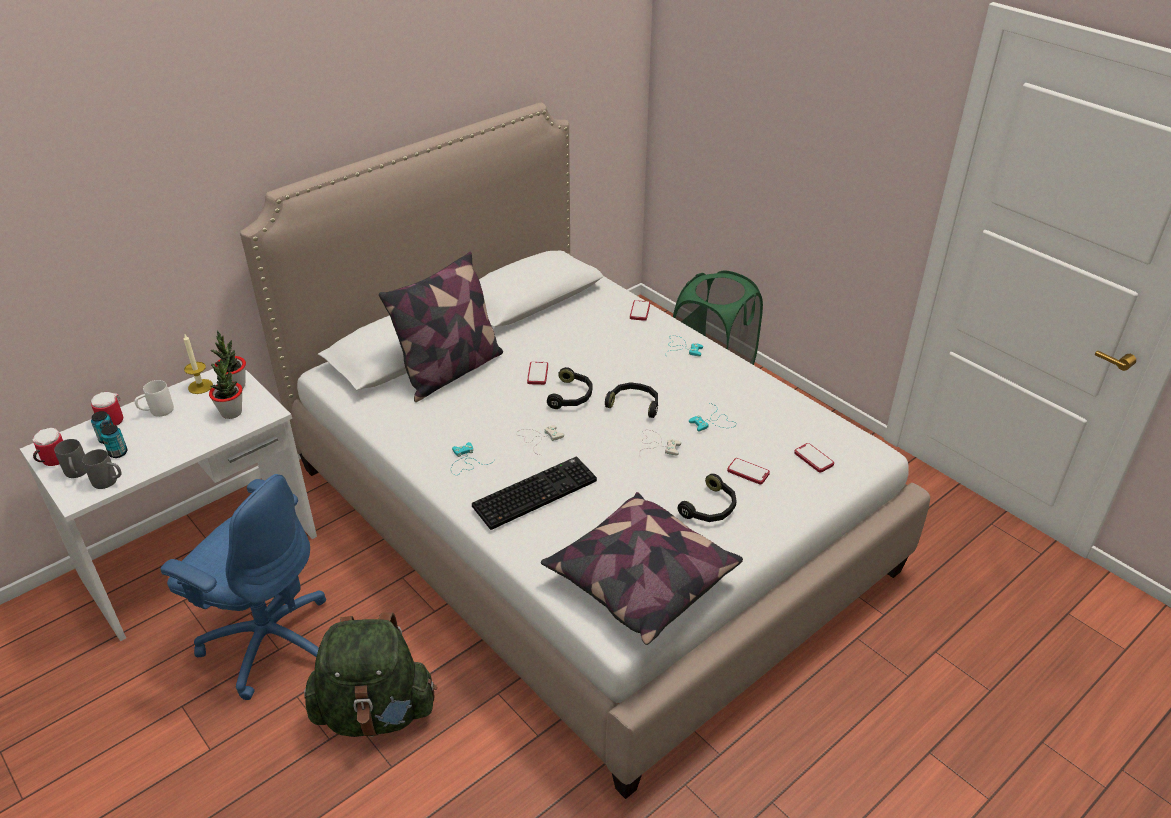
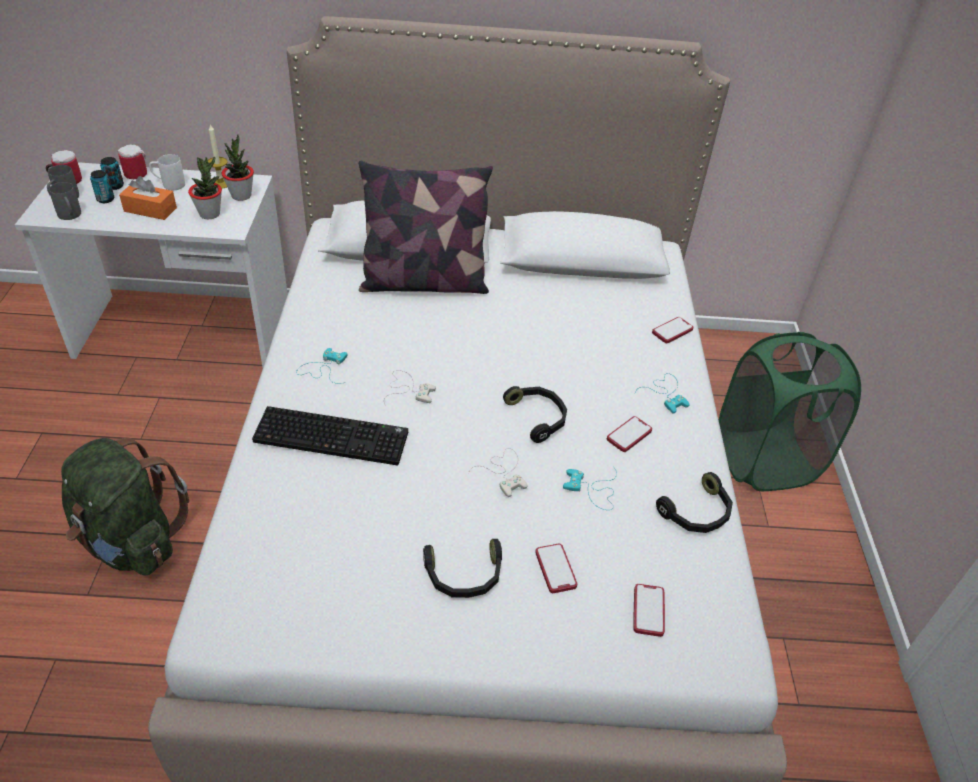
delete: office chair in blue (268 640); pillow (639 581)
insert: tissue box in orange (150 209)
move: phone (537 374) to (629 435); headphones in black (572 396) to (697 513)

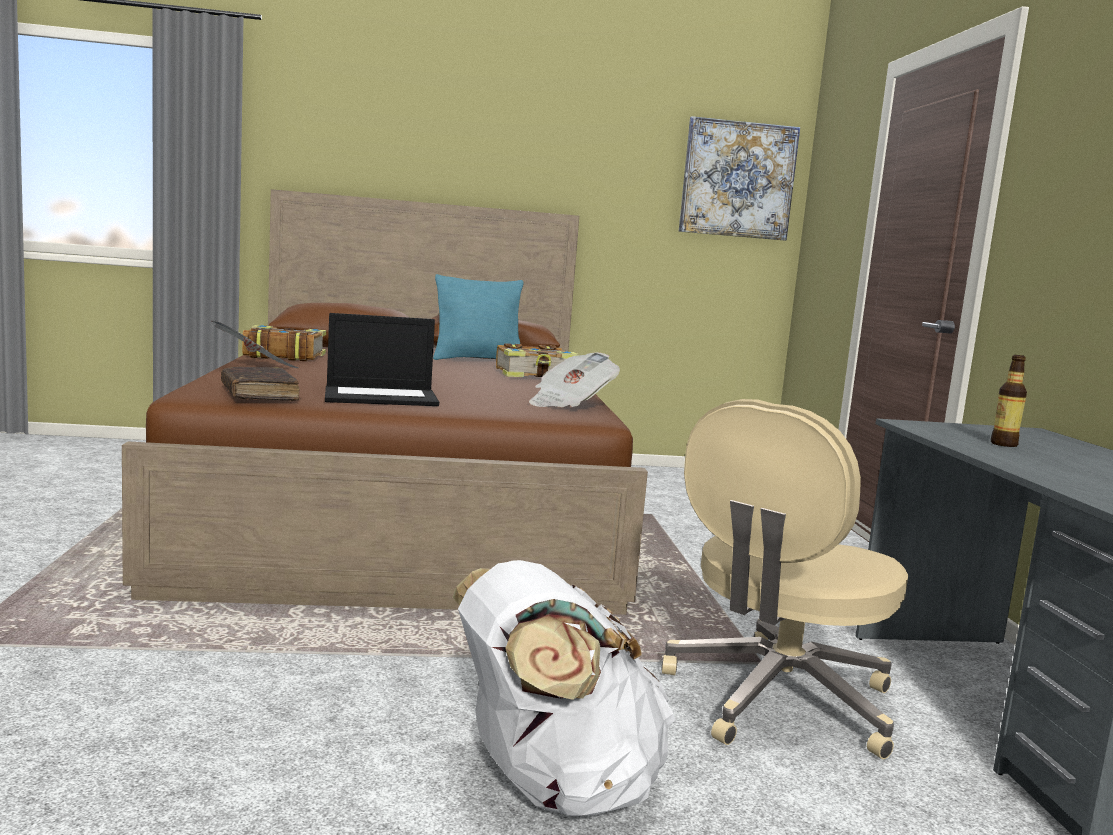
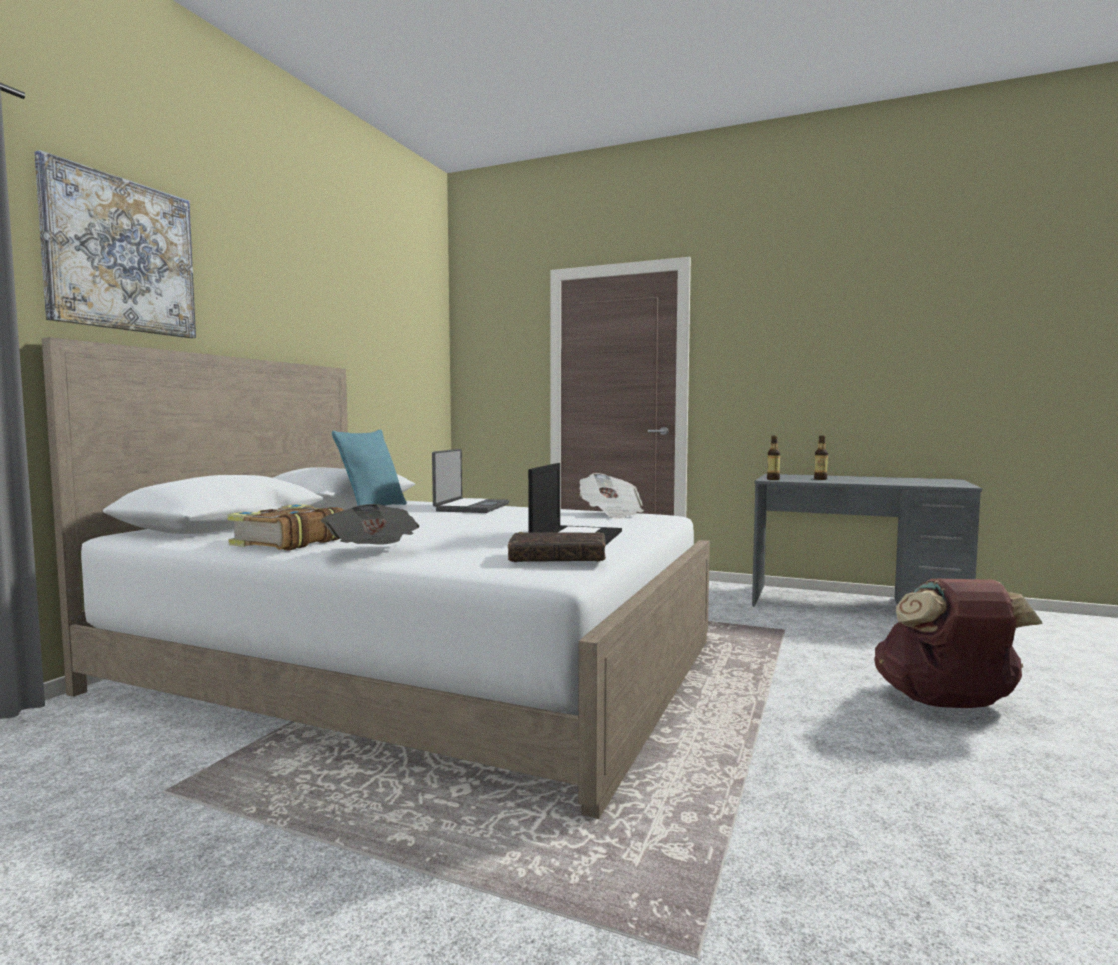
delete: office chair in beige (777 700)
insert: bottle (773 479)
move: picture (738 179) to (121 255)
replace: book (535 375) to laptop (471 507)
recolor: bed in brown (406 511) to bed in white (422 664); backpack in white (552 786) to backpack in brown (946 703)

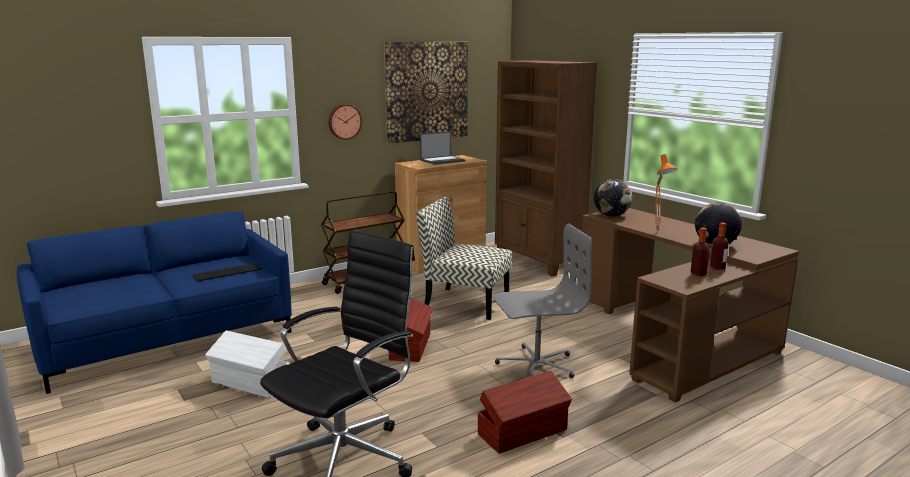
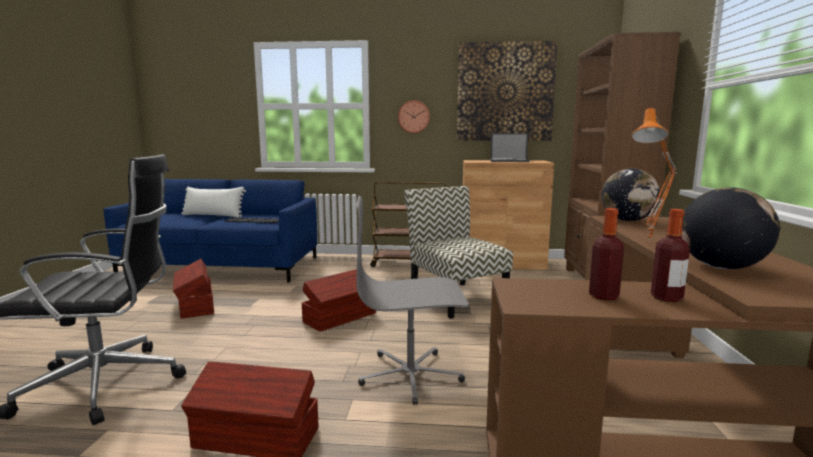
insert: pillow in white (213 215)
recolor: storage box in white (251 383) to storage box in brown (195 305)
rotate: office chair in grey (536 365) = (411 375) 150 degrees clockwise

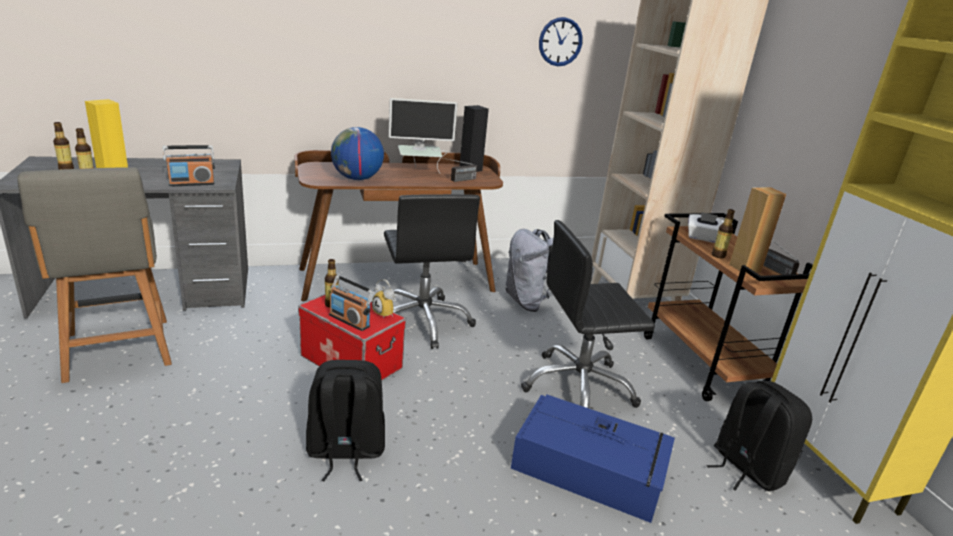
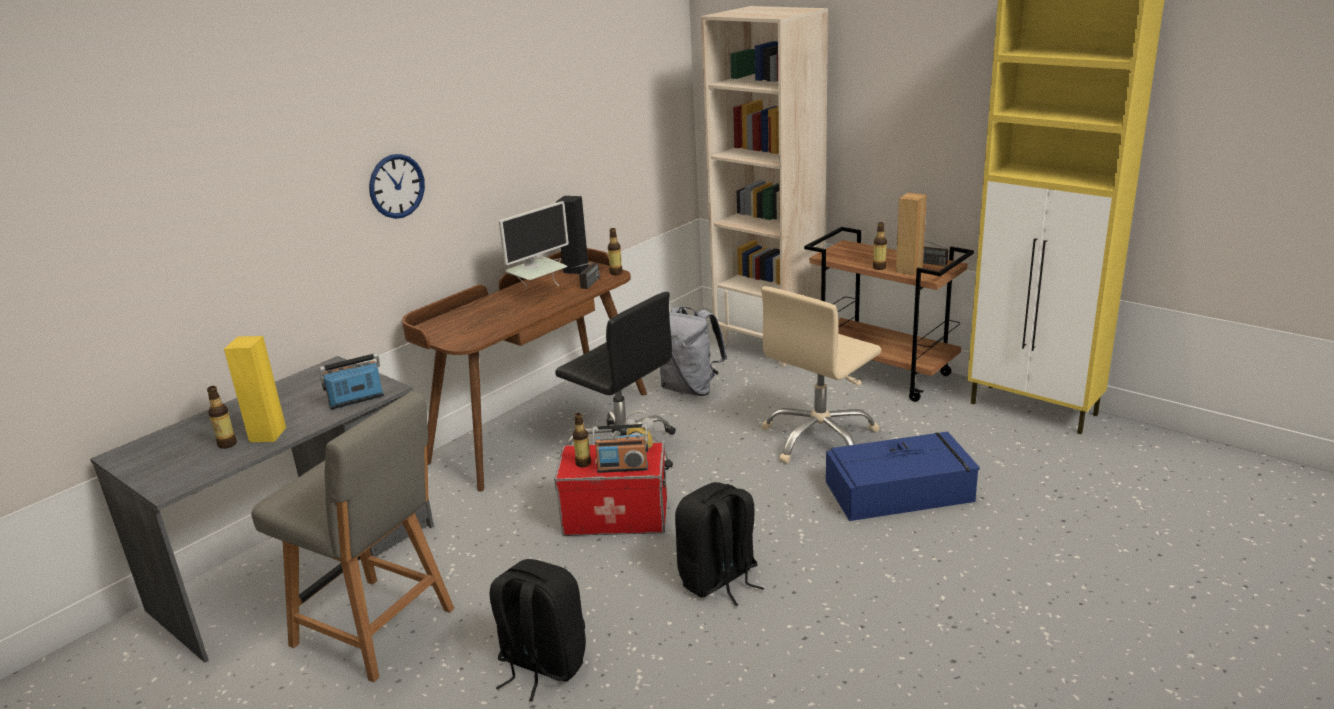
delete: globe (357 179); tissue box in white (702 238)
move: wall clock (560 42) to (396 186); backpack in black (746 468) to (541 665); bottle (66 169) to (616 273)
recolor: office chair in black (578 387) to office chair in beige (820 438)
rotate: radio (192 183) = (356 400) 150 degrees counterclockwise

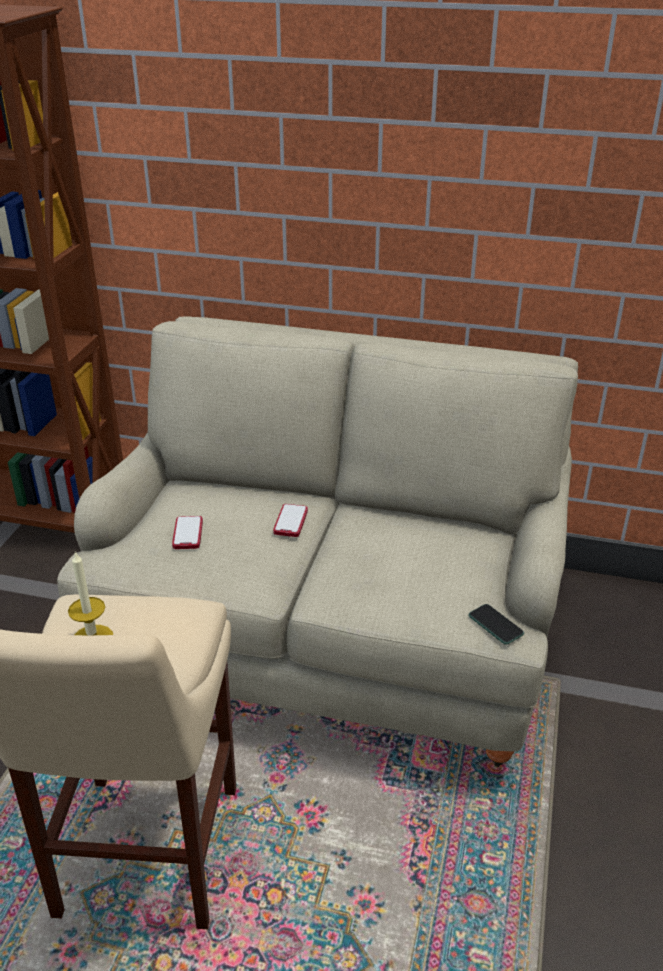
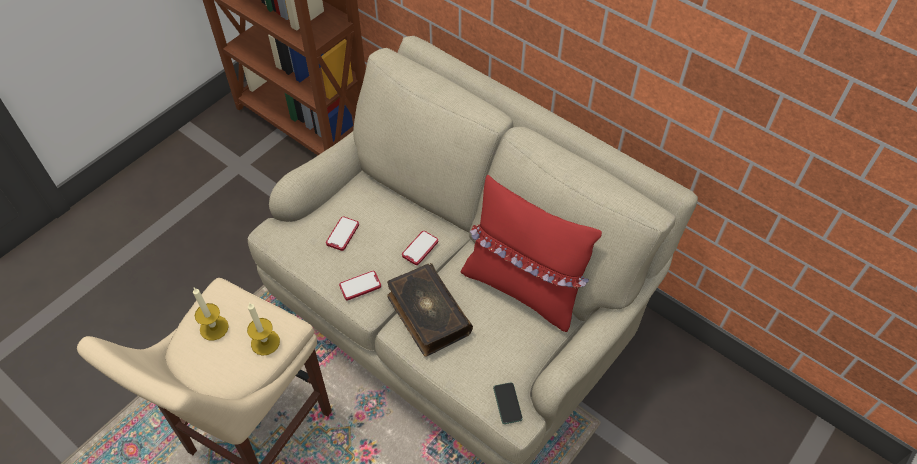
insert: candle (265 342); phone (360 286); book (427 315); pillow in red (523 288)

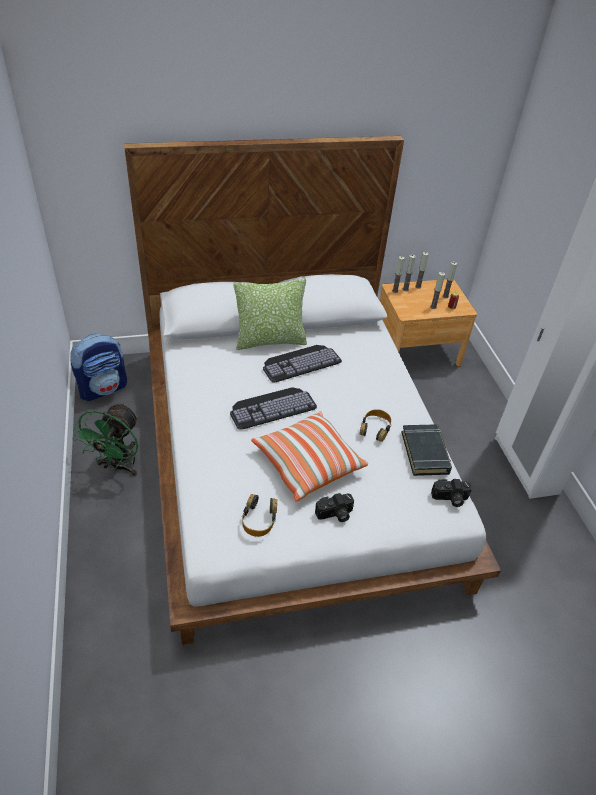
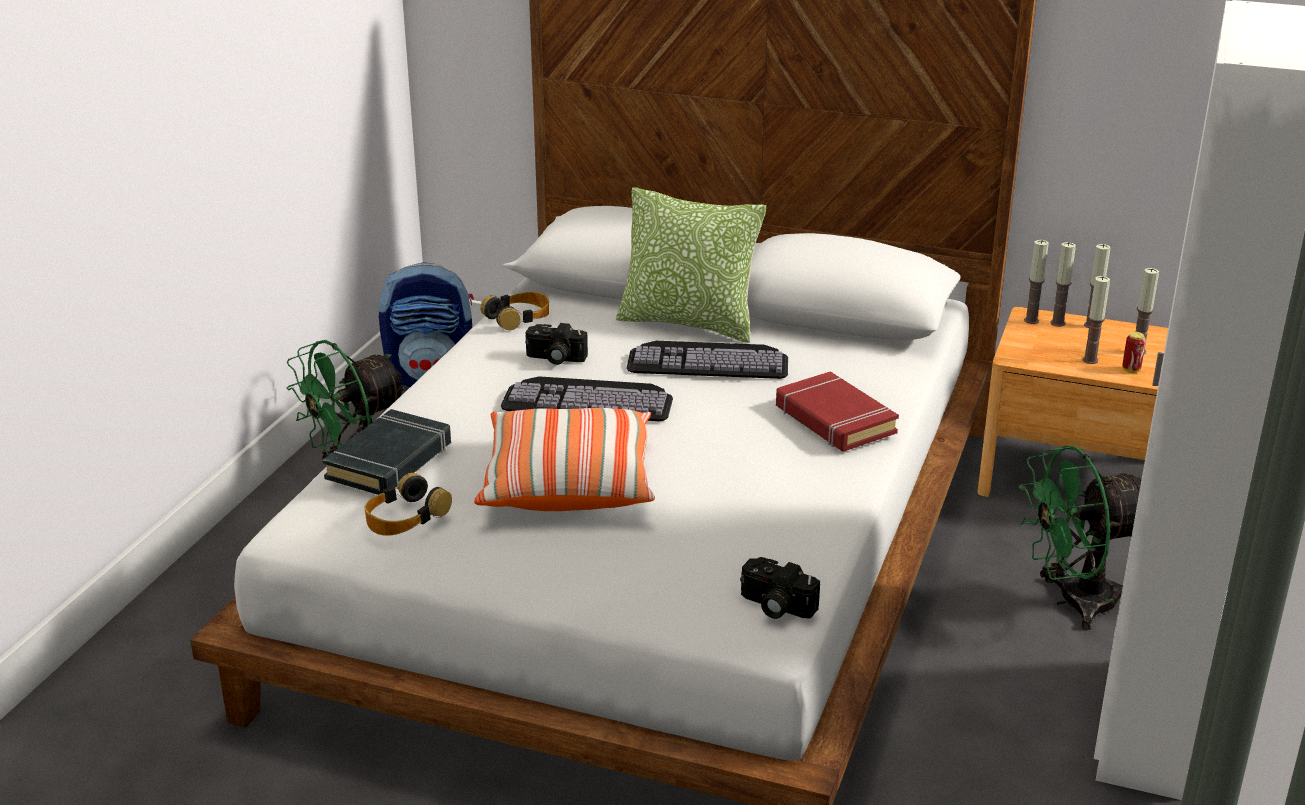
insert: book in red (834 420); fan in green (1073 602)
move: book in black (425 453) to (390 461); headphones (375 428) to (518 317); photo camera (335 515) to (554 358)

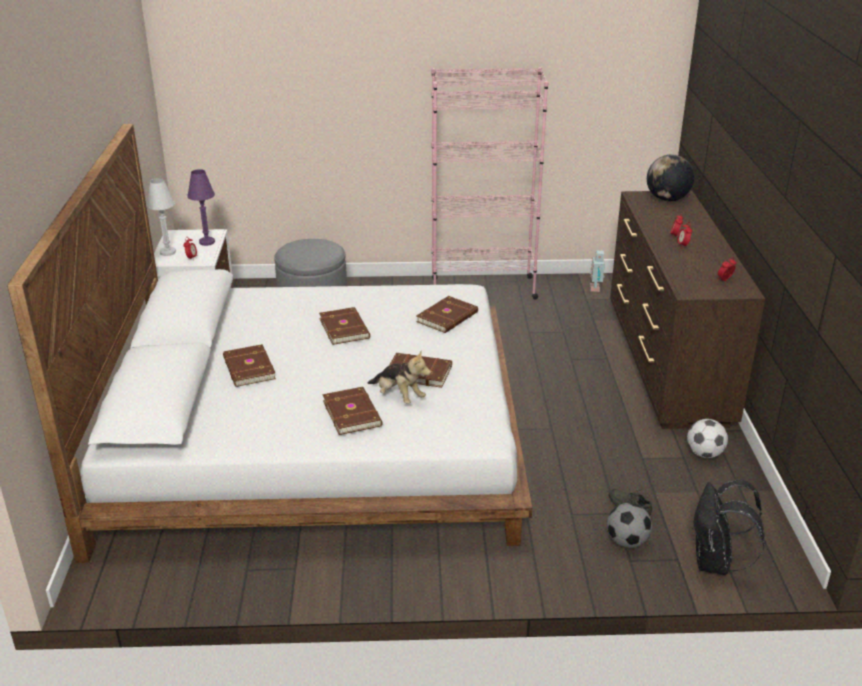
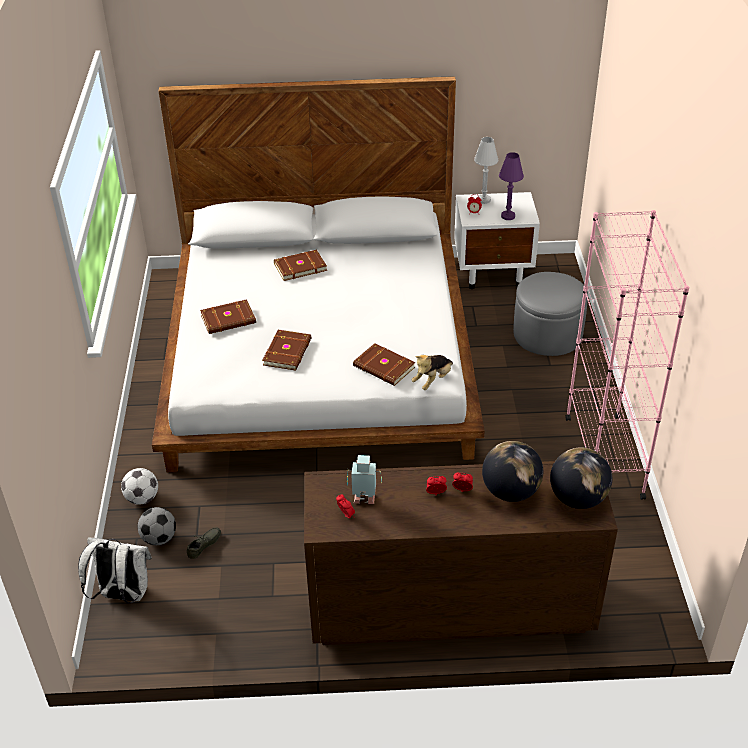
delete: book in brown (345 328)
insert: globe (510 491)
move: football (704 454) to (142 498); toy robot (596 288) to (365 500); plush toy (398 396) to (433 380)
recolor: backpack in black (715 563) to backpack in white (122 594)

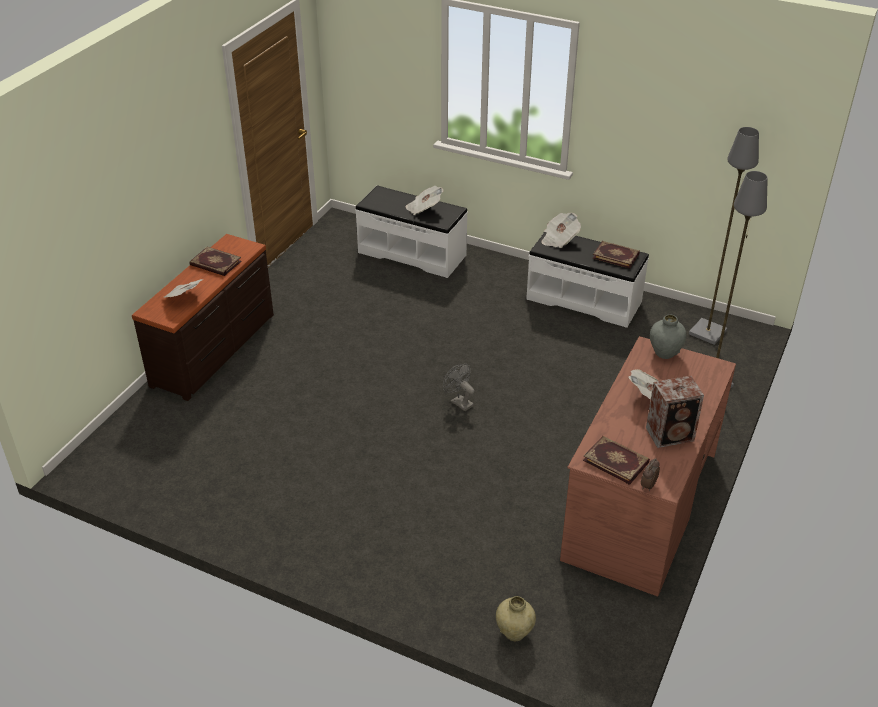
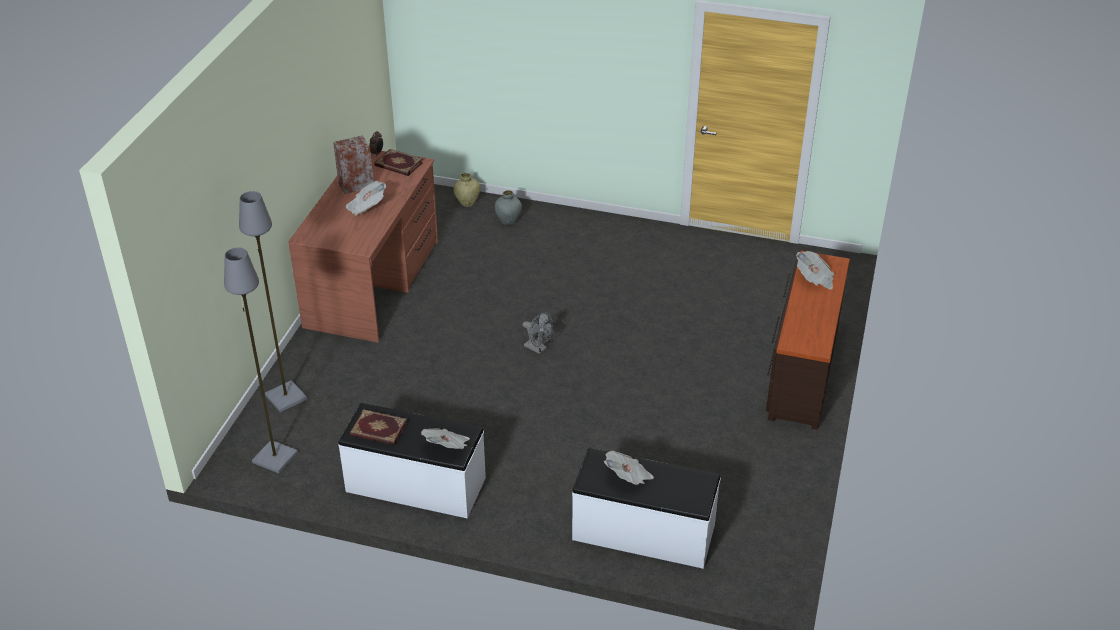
delete: book (215 264)
move: vase in grey (664 353) to (508 221)

